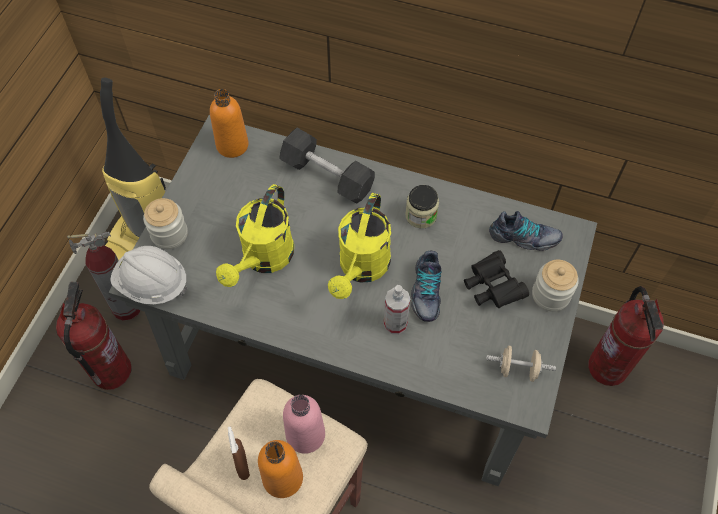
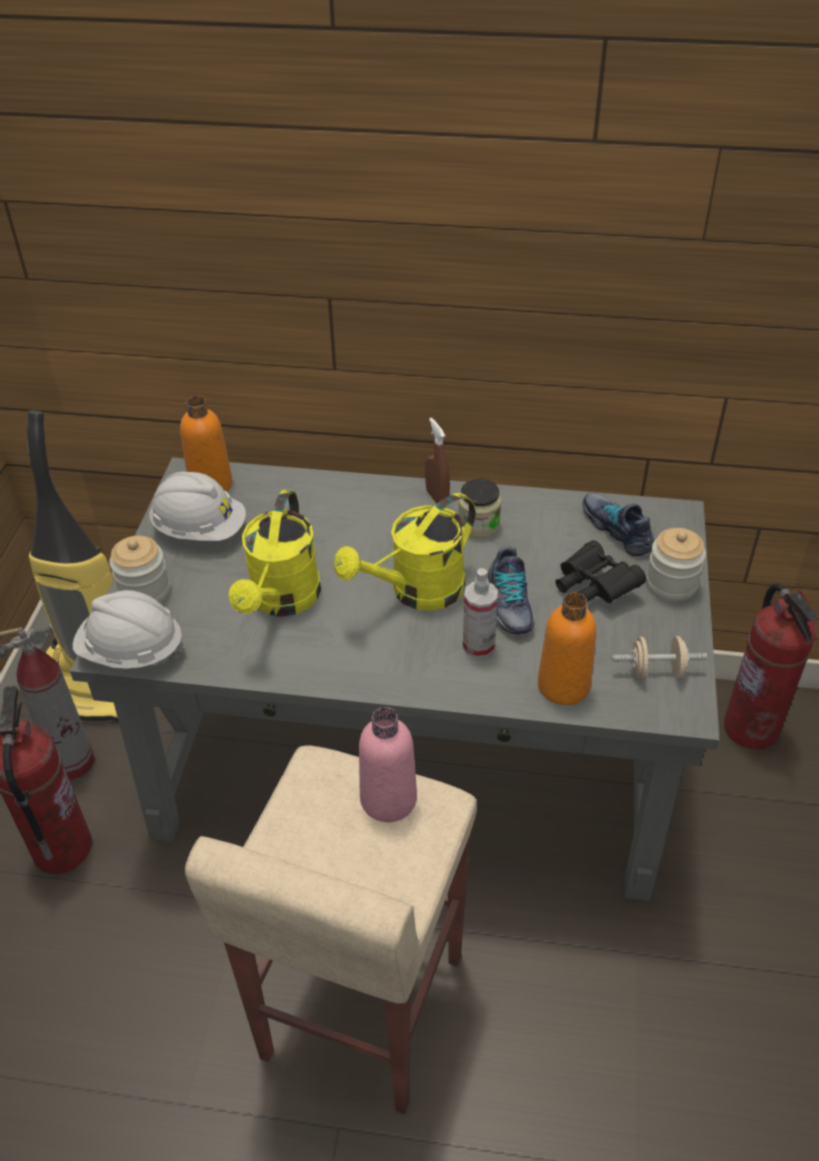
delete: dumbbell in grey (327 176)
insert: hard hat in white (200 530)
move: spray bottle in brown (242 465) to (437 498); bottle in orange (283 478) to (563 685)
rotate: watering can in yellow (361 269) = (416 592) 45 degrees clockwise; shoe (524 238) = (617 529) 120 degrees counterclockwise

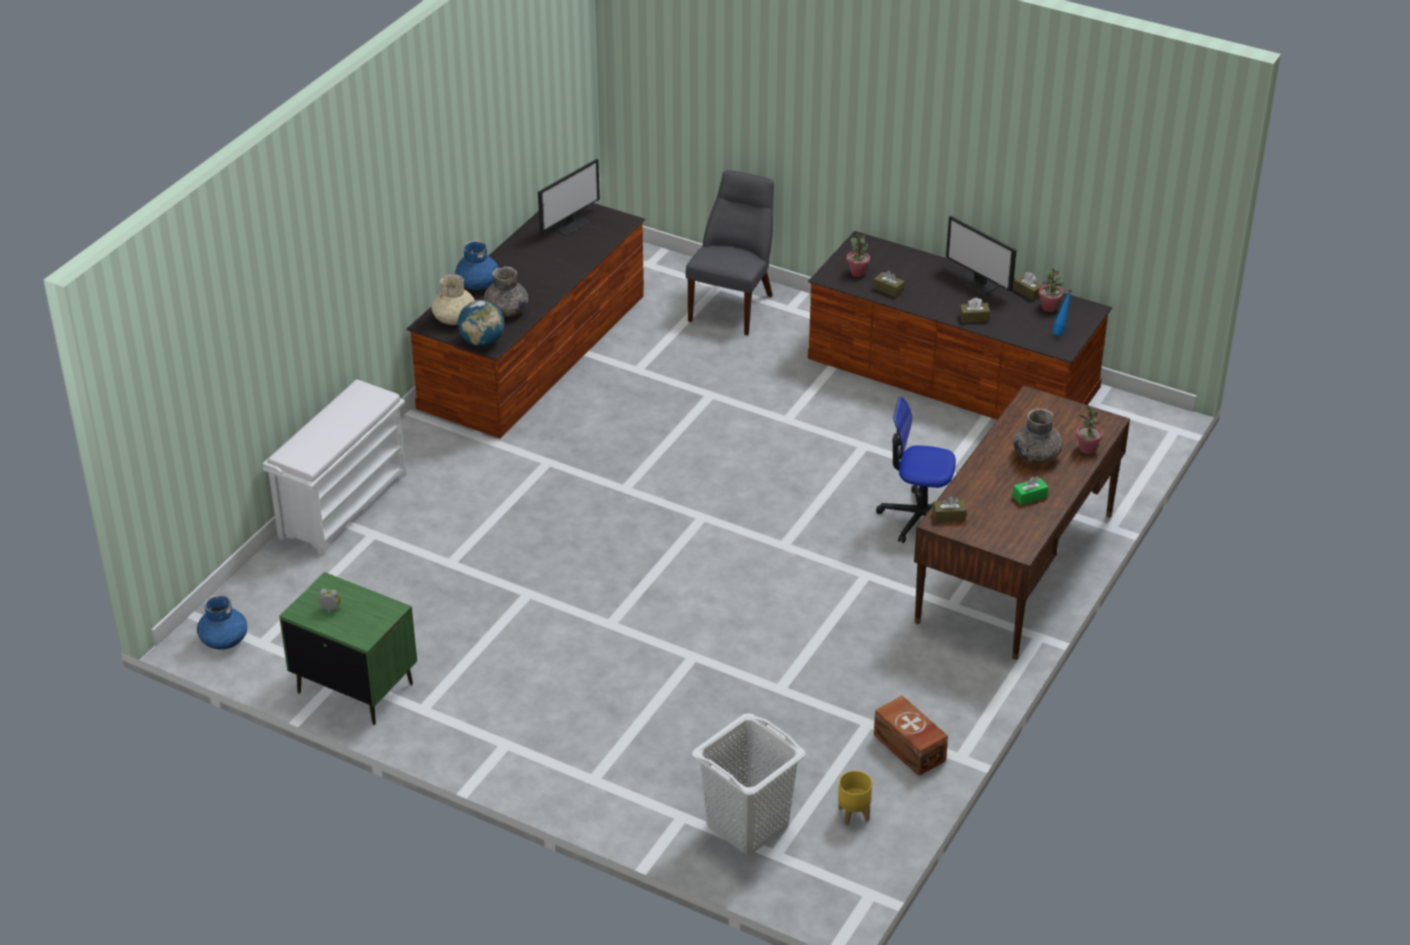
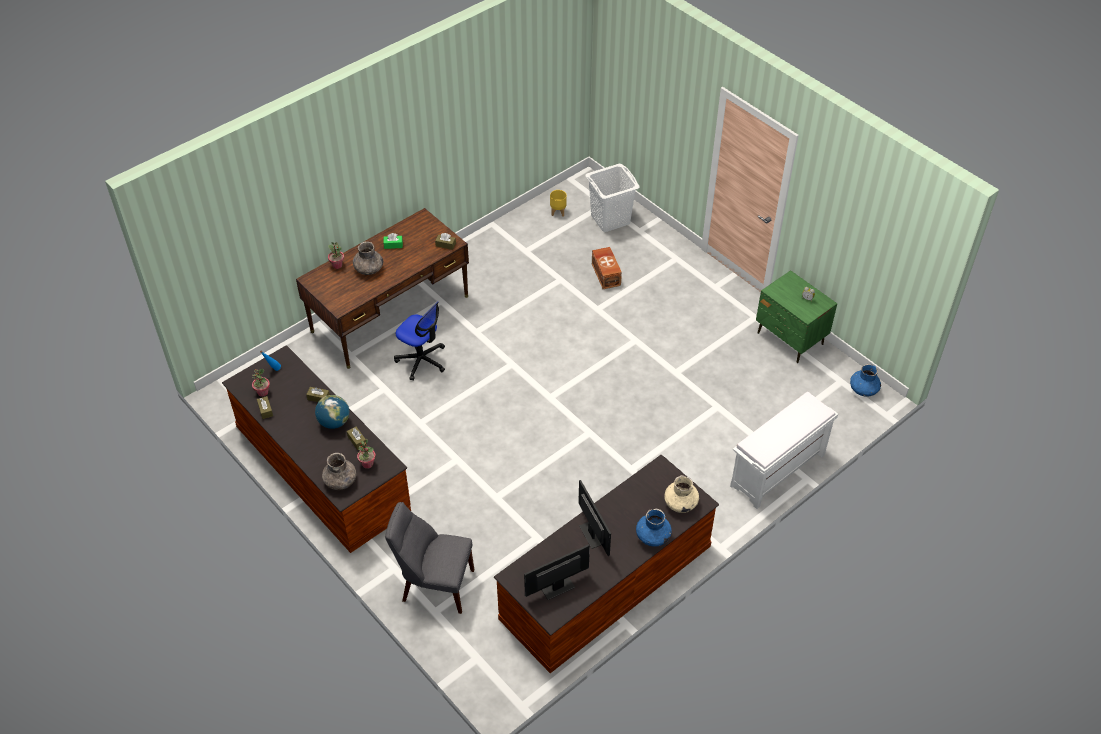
move: globe (482 342) to (334 422); vase in grey (506 310) to (340 481); monitor (979 283) to (592 534); storage box in brown (909 748) to (606 274)
rotate: chair in grey (733 306) = (434 585) 60 degrees clockwise

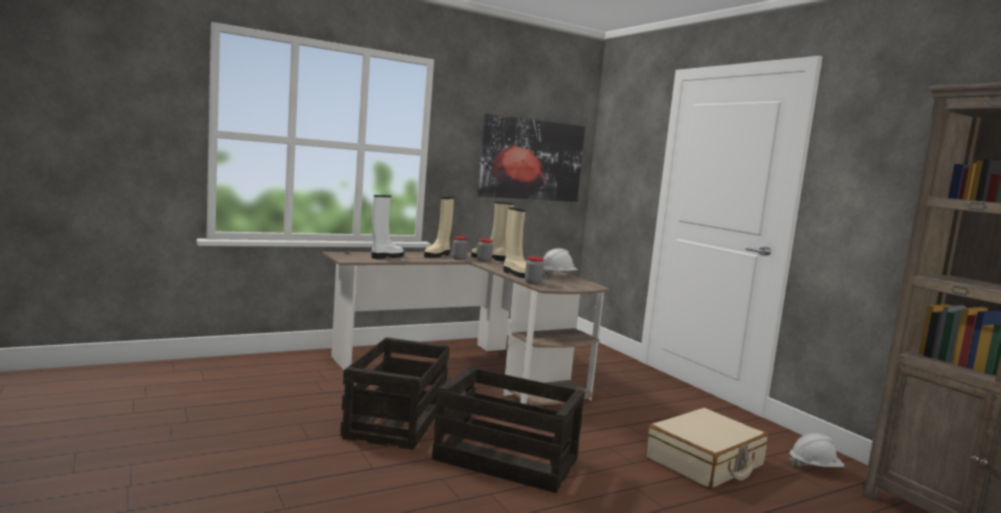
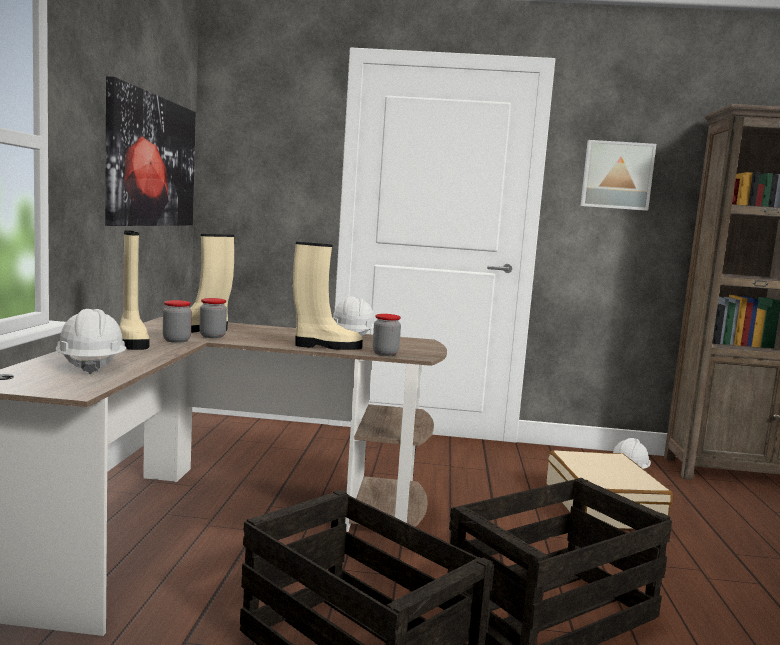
insert: picture (616 175)
replace: boot in white (386 257) to hard hat in white (91 365)

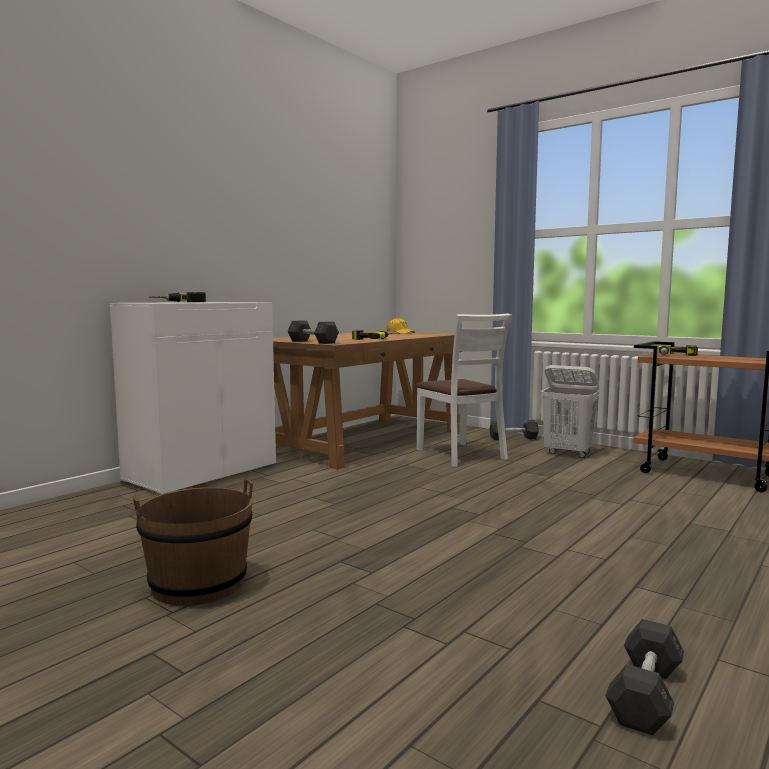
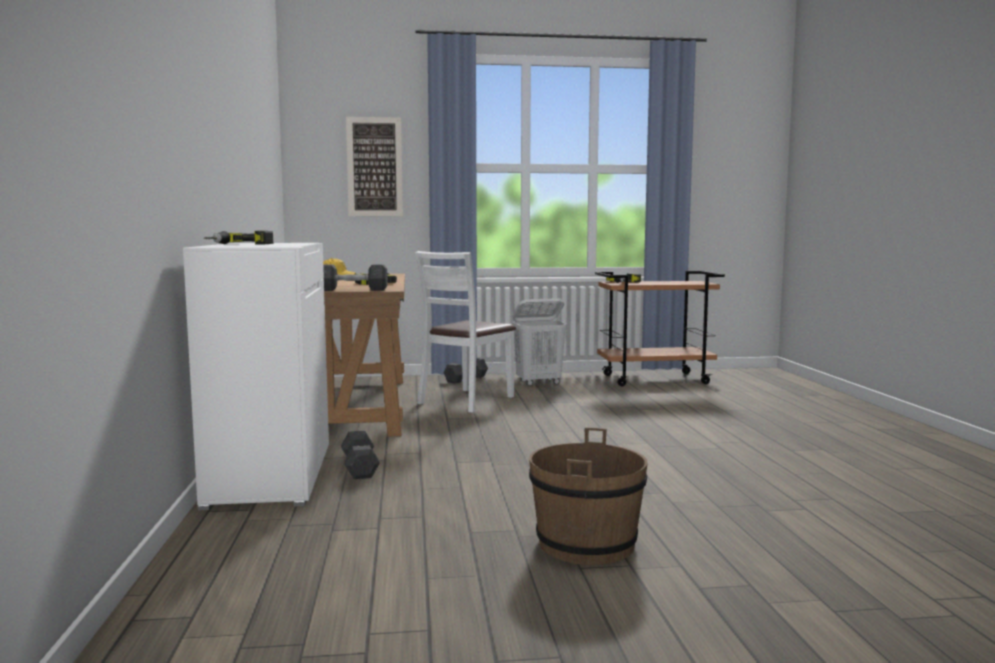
insert: picture (374 167)
move: dumbbell in grey (645 694) to (360 467)
rotate: chair in white (460 455) = (466 400) 105 degrees clockwise

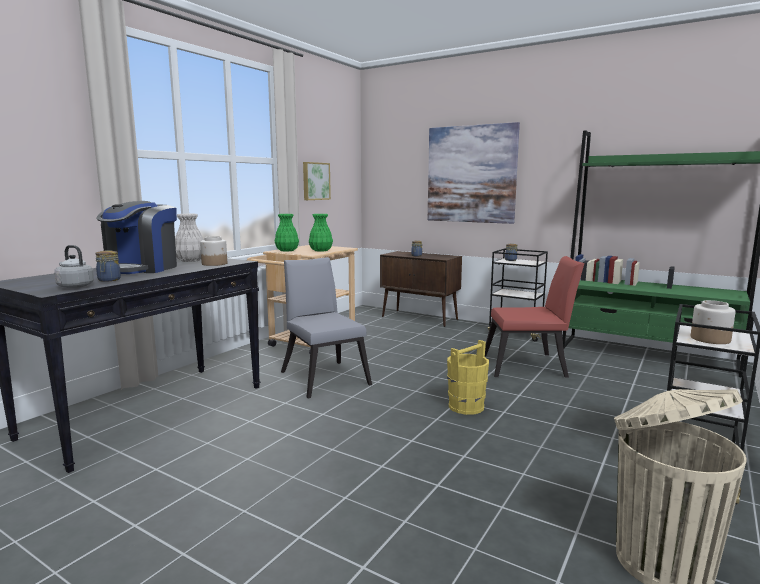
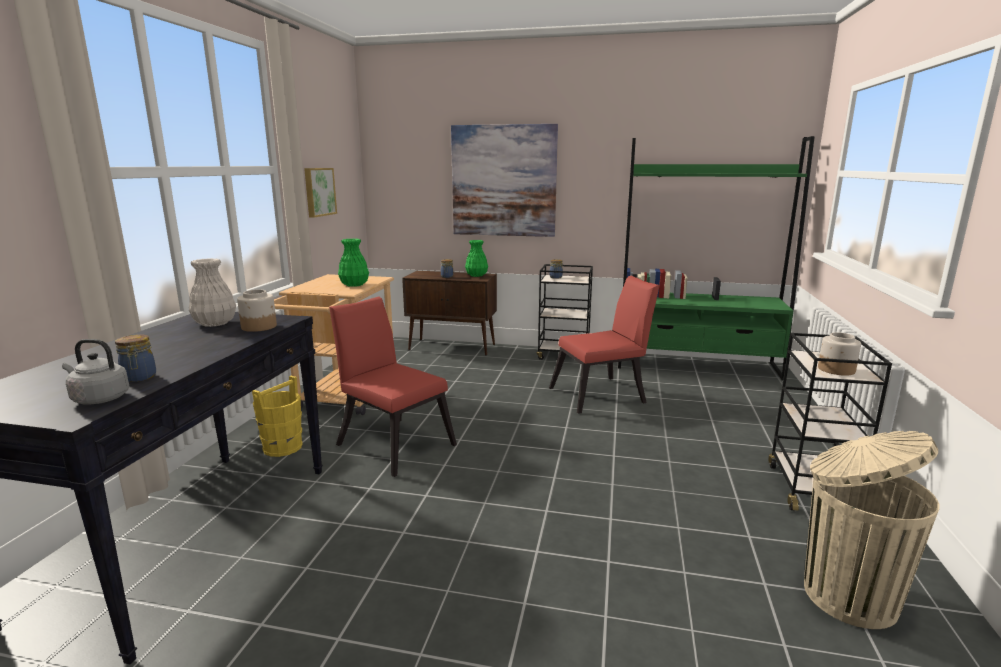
delete: coffee machine (141 269)
move: bucket in yellow (466 406) to (283 447); vase in green (287 250) to (476 275)
recolor: chair in grey (324 376) to chair in red (393 442)

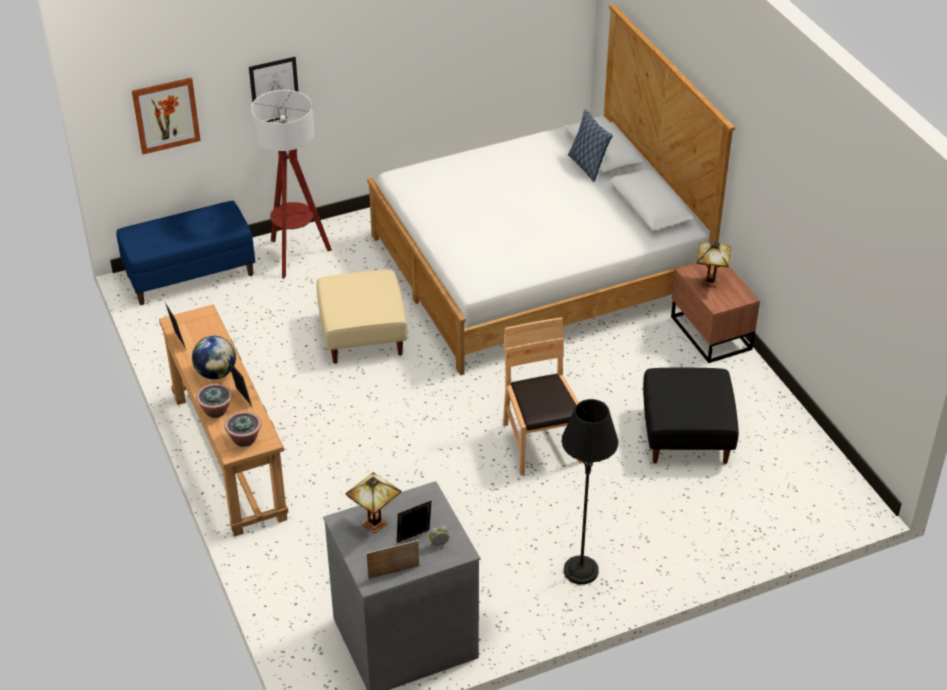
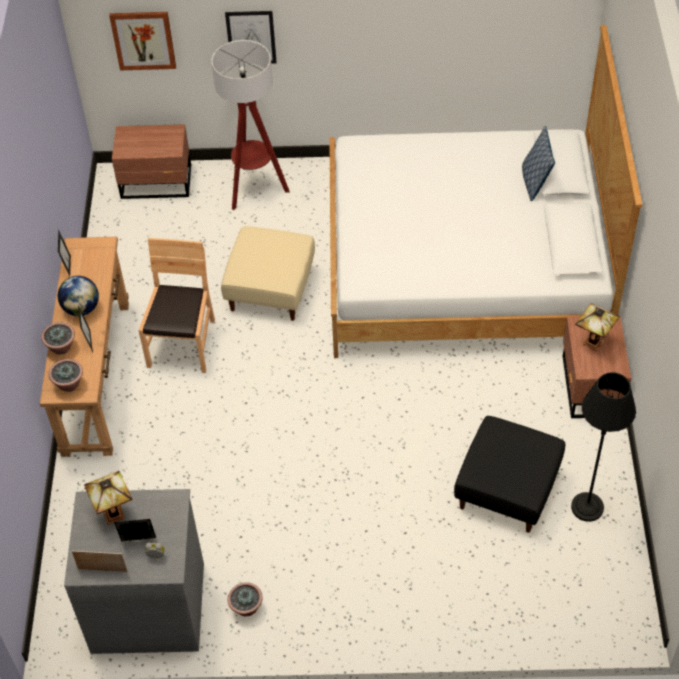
insert: potted plant (246 608)
move: chair in brown (541 443) to (183 344); floor lamp in black (581 571) to (587 507)
replace: bench in blue (190 275) to nightstand in brown (157 183)

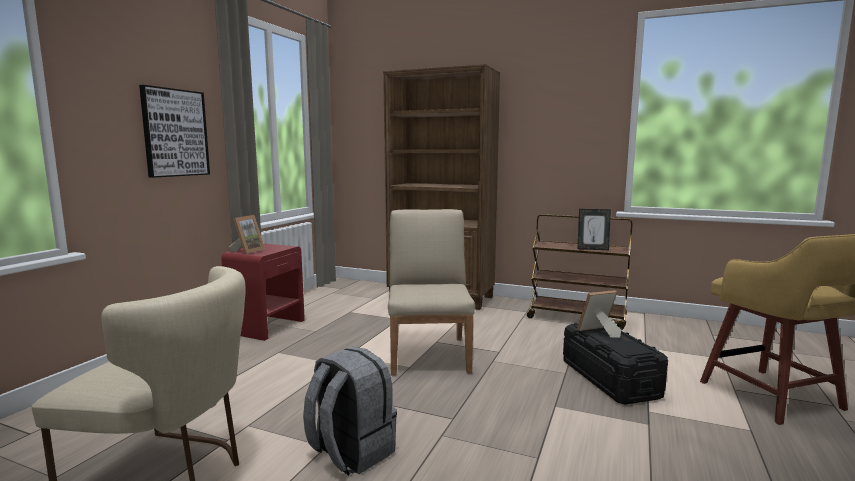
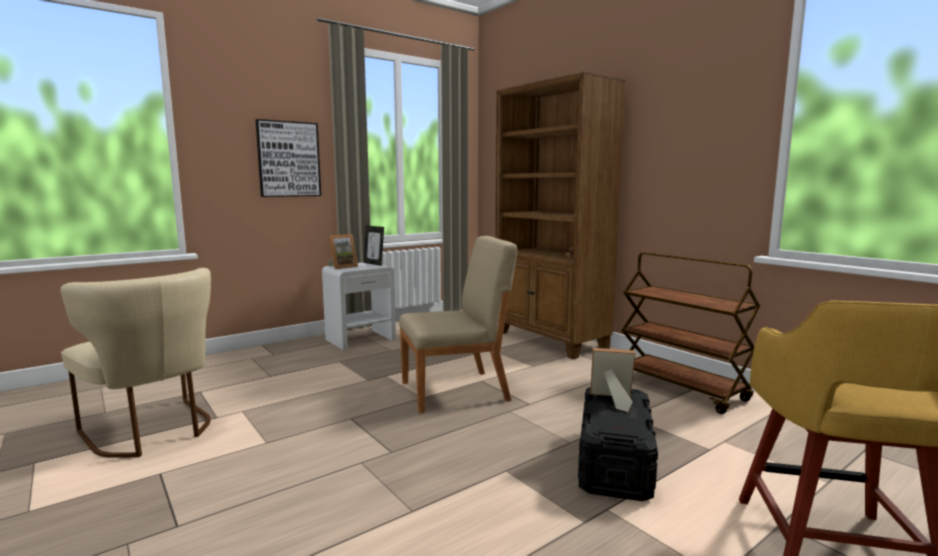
delete: backpack in grey (350 452)
move: picture frame (592 249) to (374 264)
recolor: nightstand in red (267 326) to nightstand in white (361 339)
rotate: chair in beige (429 355) = (456 391) 45 degrees clockwise

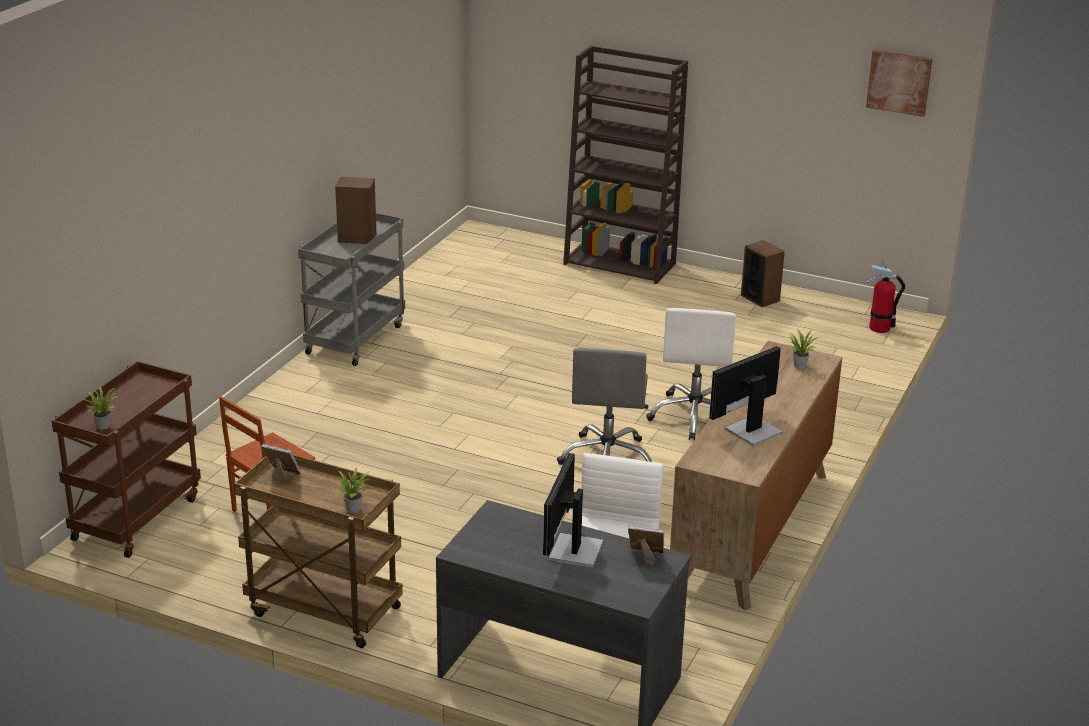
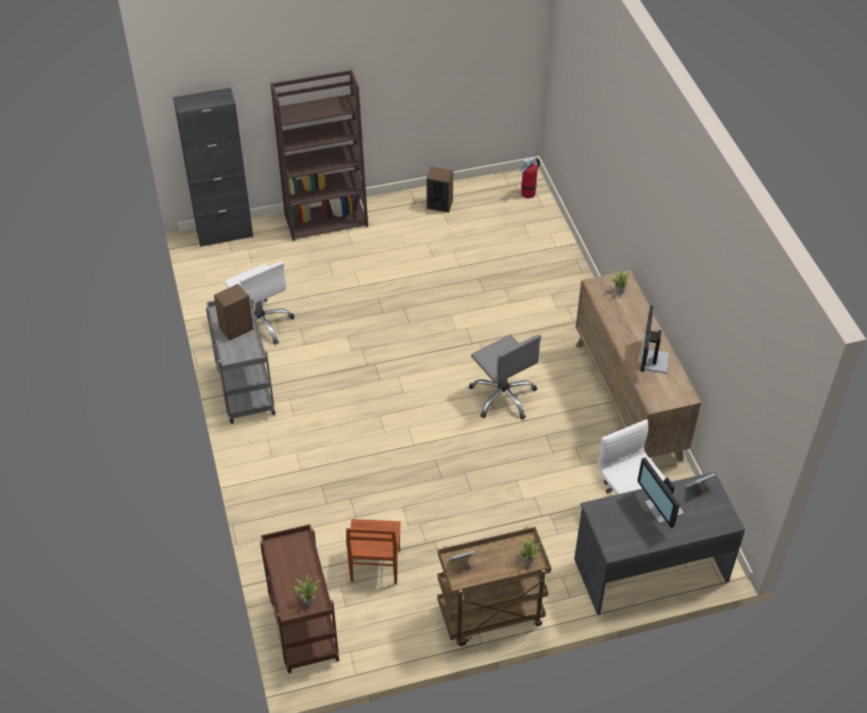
delete: picture (899 82)
insert: cabinet in black (224 234)
move: office chair in white (694 416) to (261 323)

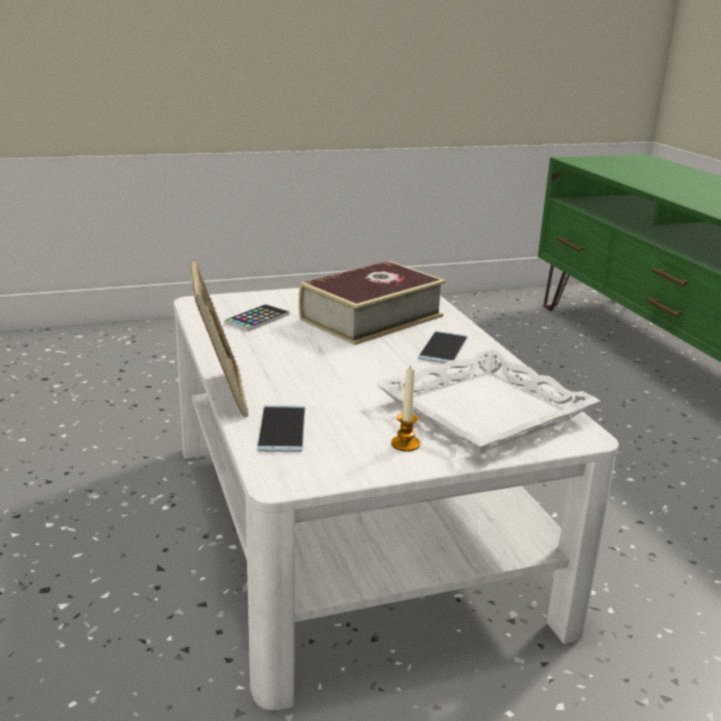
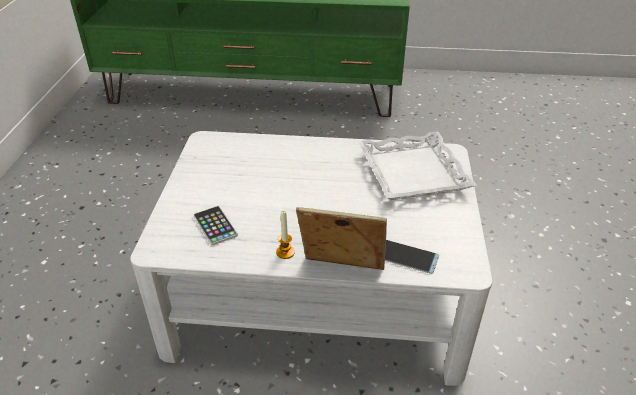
delete: book (371 317); phone (443 348)
move: candle (405 444) to (285 252)

